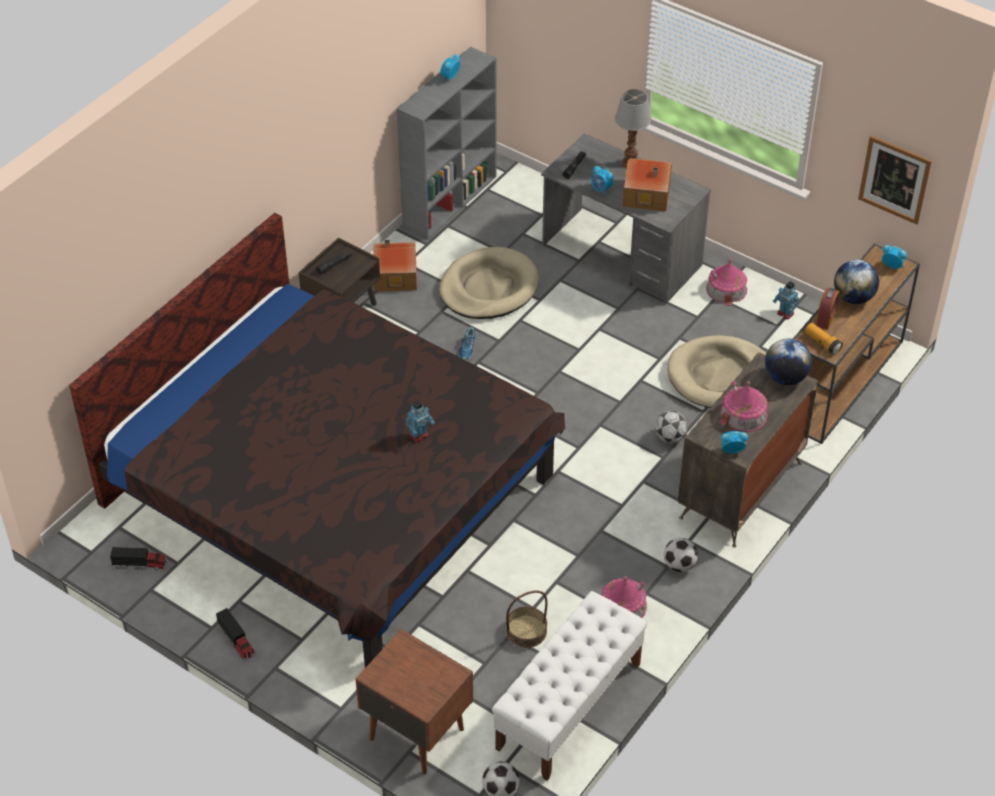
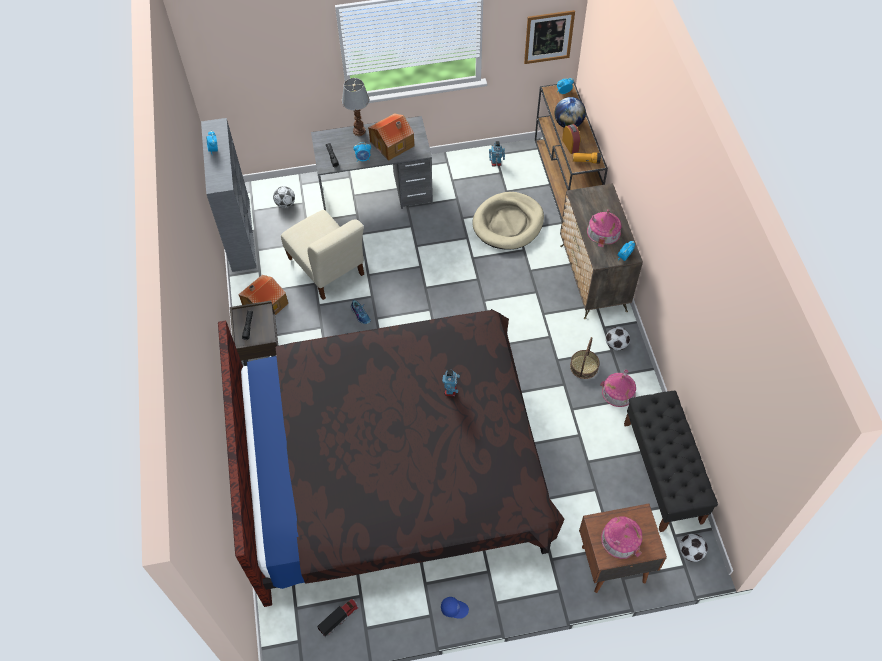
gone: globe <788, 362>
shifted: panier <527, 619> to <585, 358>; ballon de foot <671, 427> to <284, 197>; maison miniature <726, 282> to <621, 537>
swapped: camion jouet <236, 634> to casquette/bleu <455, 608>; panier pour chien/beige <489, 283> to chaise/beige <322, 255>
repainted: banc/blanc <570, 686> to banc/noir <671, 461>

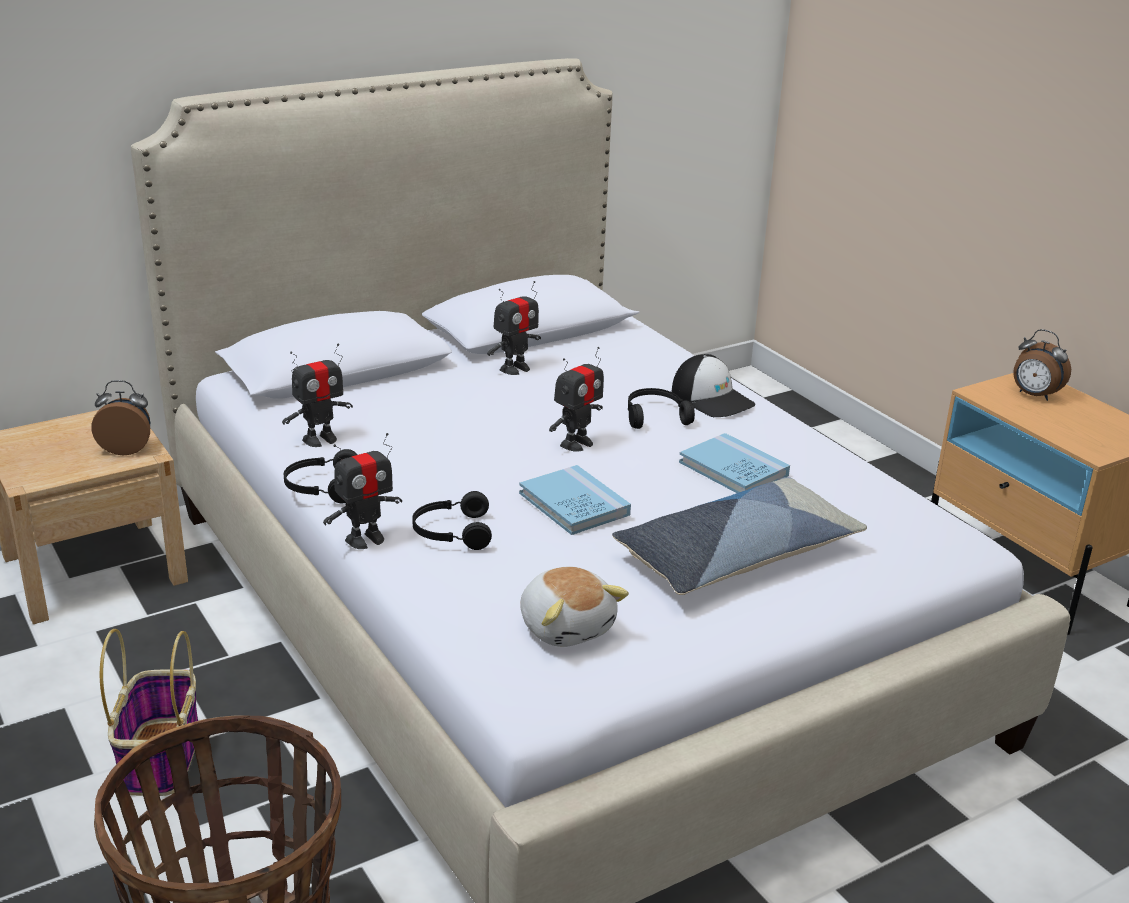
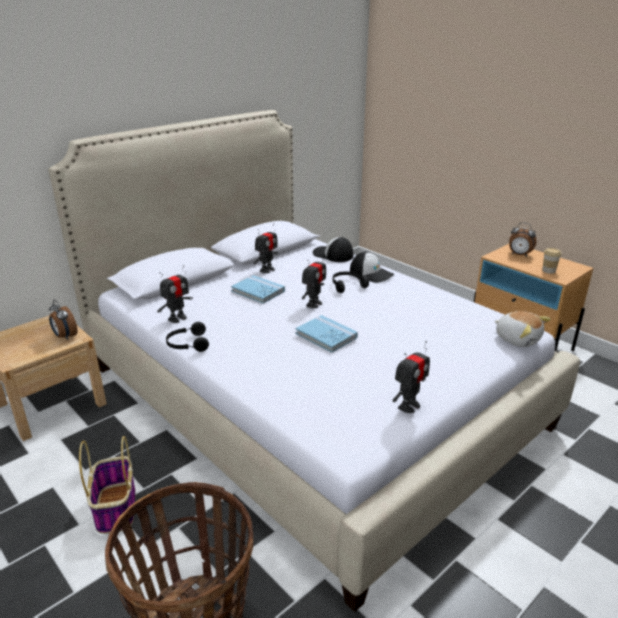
gone: casque audio/noir <452, 520>; coussin <739, 536>
new: casquette <333, 249>; tasse <552, 261>
shifted: robot jouet <362, 491> to <411, 377>; peluche <574, 607> to <523, 329>; livre/bleu <734, 463> to <258, 289>
rotated: réveil <120, 417> = <63, 320> 120 degrees counterclockwise

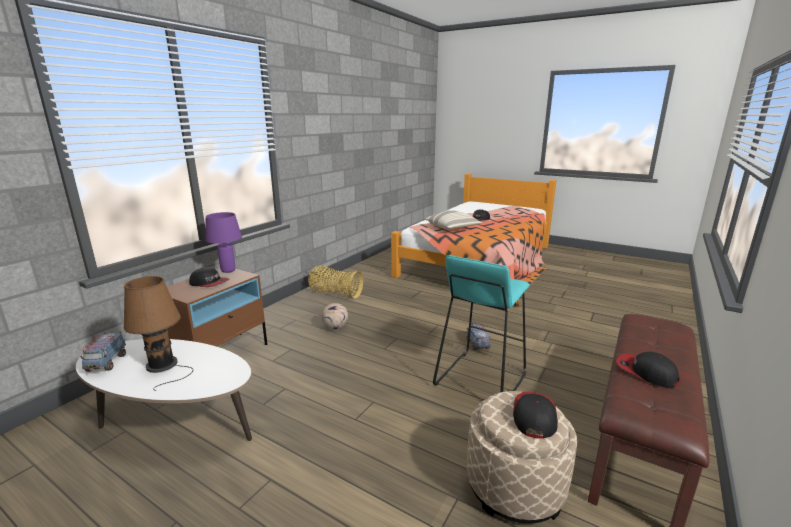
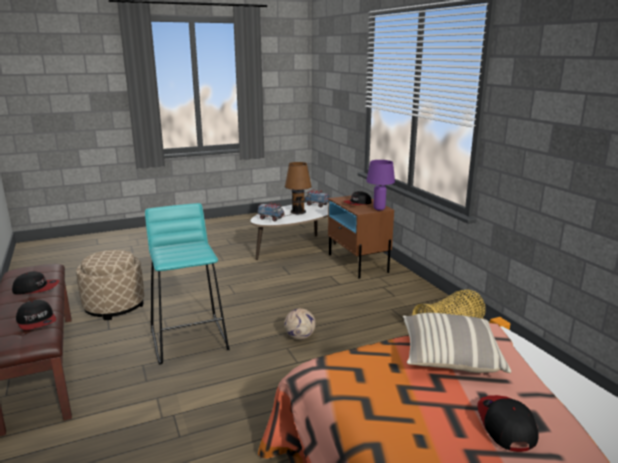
shifted: ballon de foot <335, 316> to <300, 324>; camion jouet <478, 336> to <271, 212>; casquette <535, 415> to <36, 315>

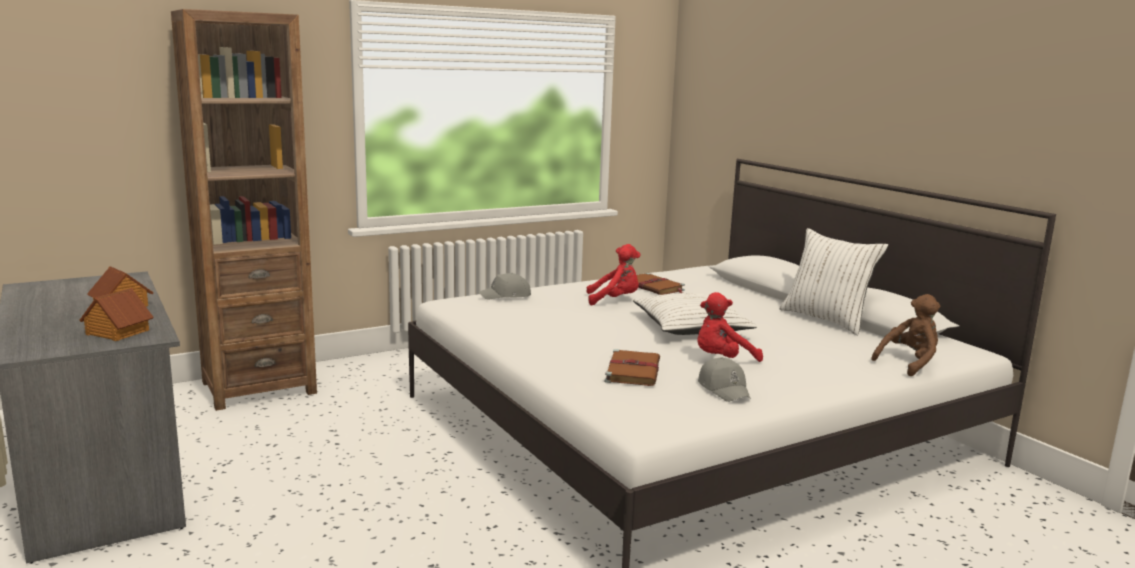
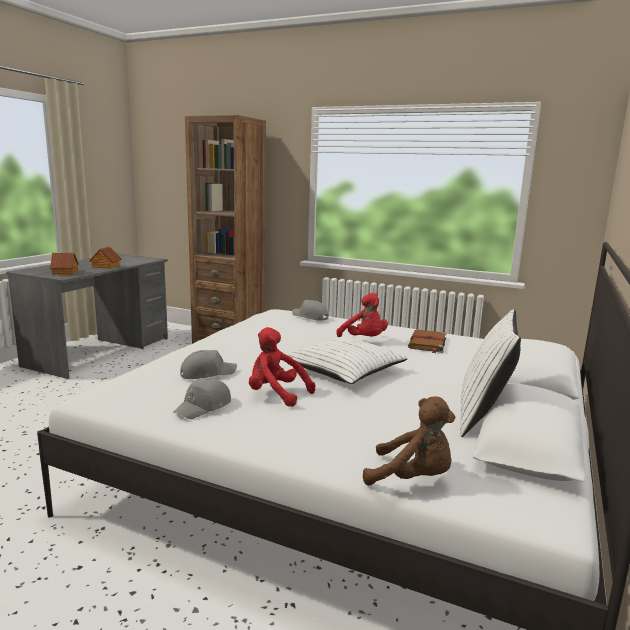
swapped: livre/marron <632, 367> to casquette/gris <208, 364>

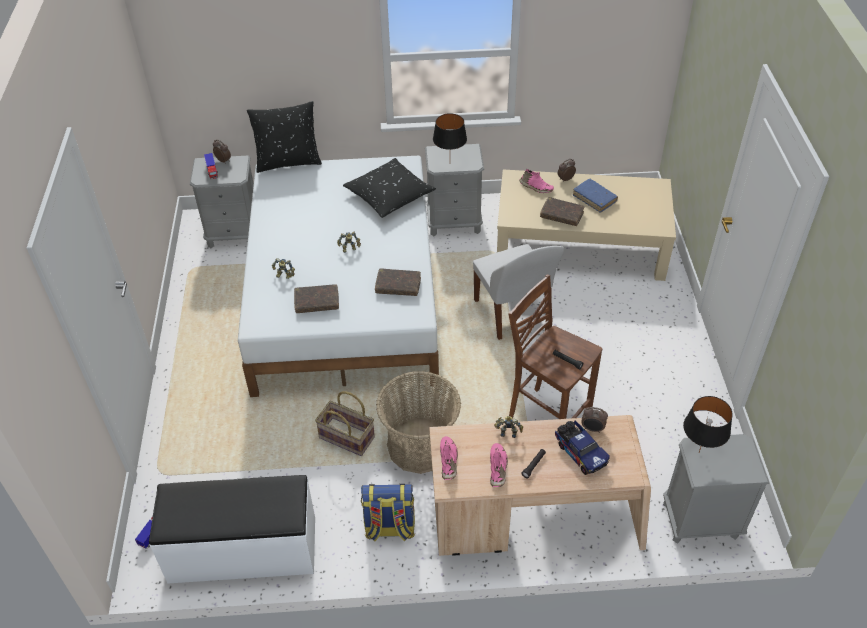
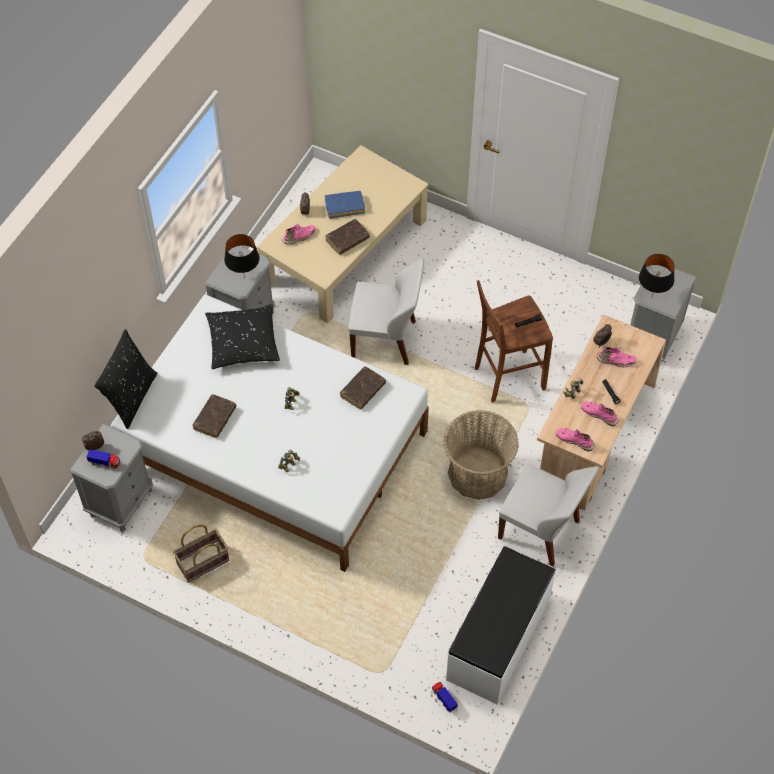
shifted: livre/marron <316, 298> to <214, 416>; panier <345, 423> to <201, 553>
swapped: sac à dos <388, 513> to chaise/blanc <548, 515>; camion jouet <582, 448> to chaussure/rose <617, 357>

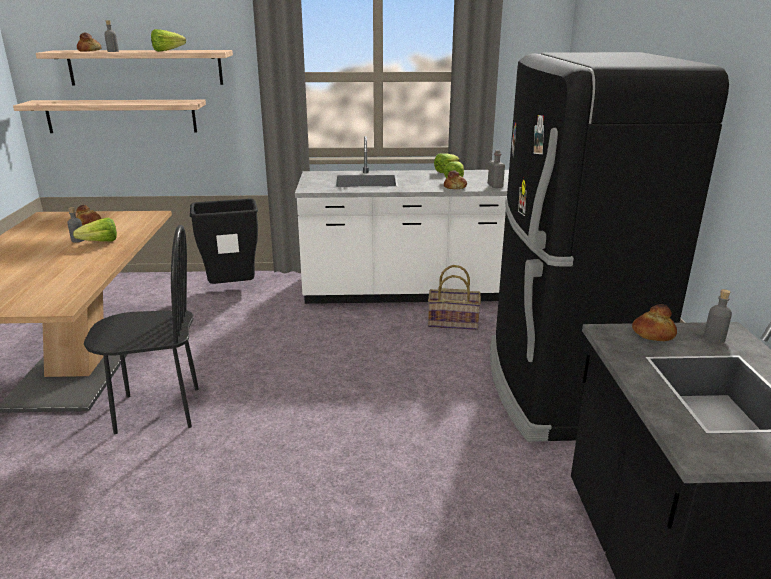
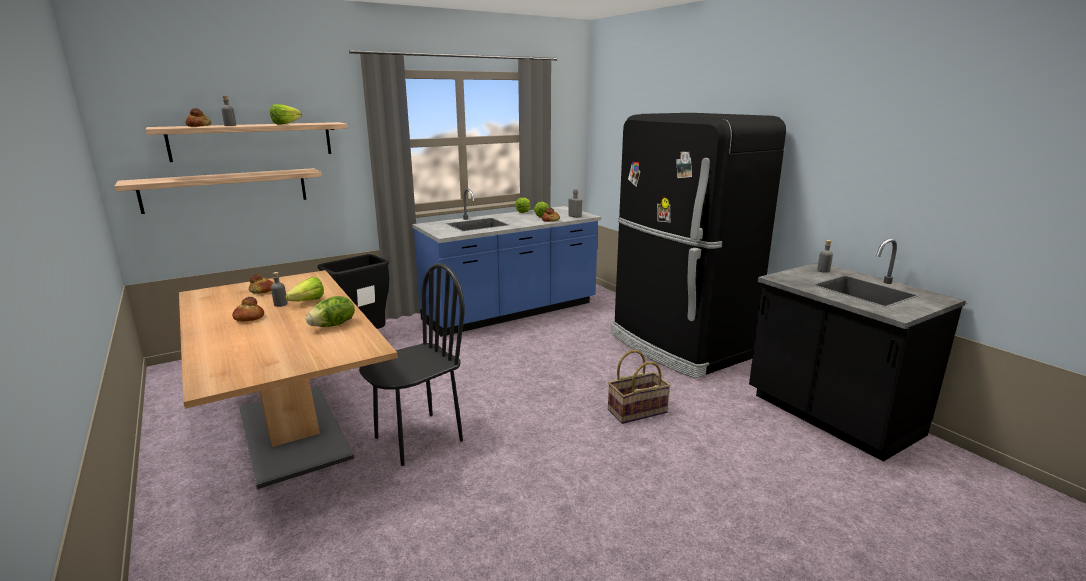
new: laitue <330, 311>
shifted: panier <454, 297> to <639, 387>; pain <654, 322> to <248, 309>
repainted: comptoir de cuisine/blanc <402, 220> to comptoir de cuisine/bleu <506, 262>

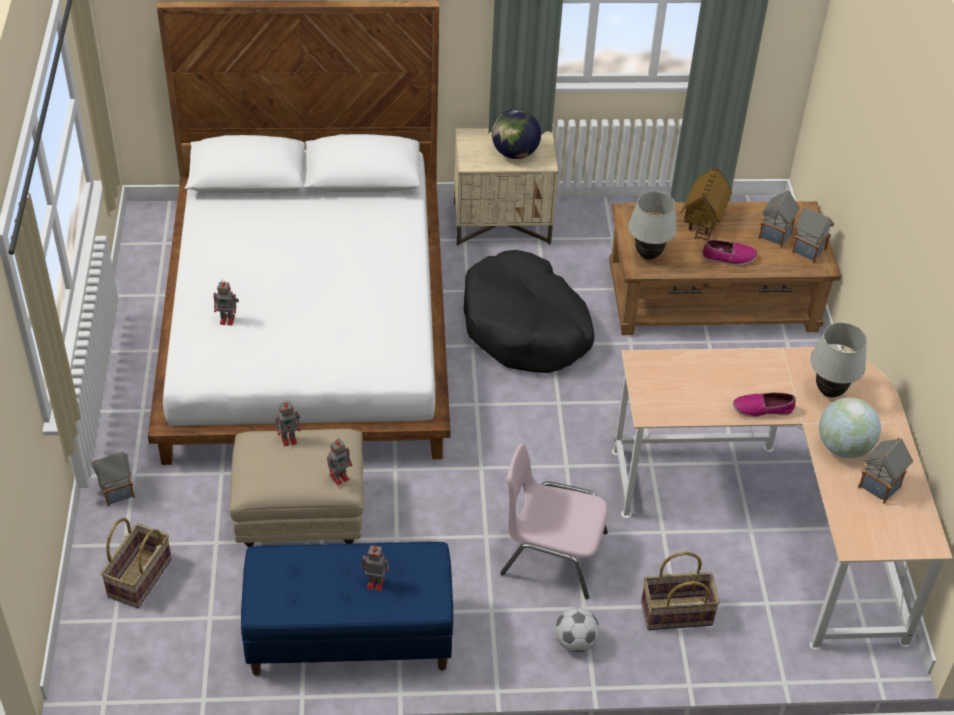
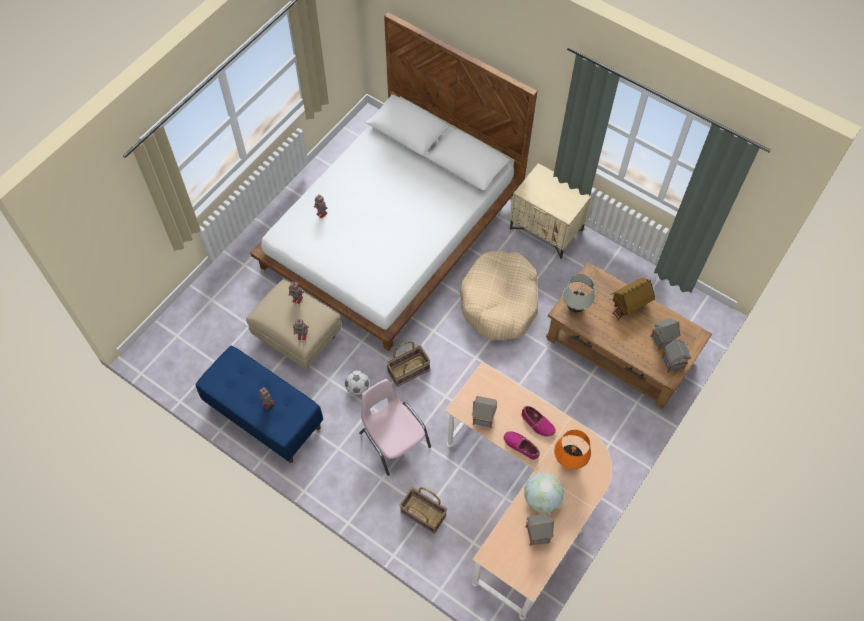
gone: globe <516, 134>
shifted: maison miniature <113, 478> to <484, 412>; panier <136, 563> to <408, 364>; ballon de foot <577, 629> to <357, 383>; chaussure <730, 253> to <538, 421>
repainted: panier pour chien/noir <529, 311> to panier pour chien/beige <499, 295>; lampe de table/blanc <838, 359> to lampe de table/orange <572, 449>

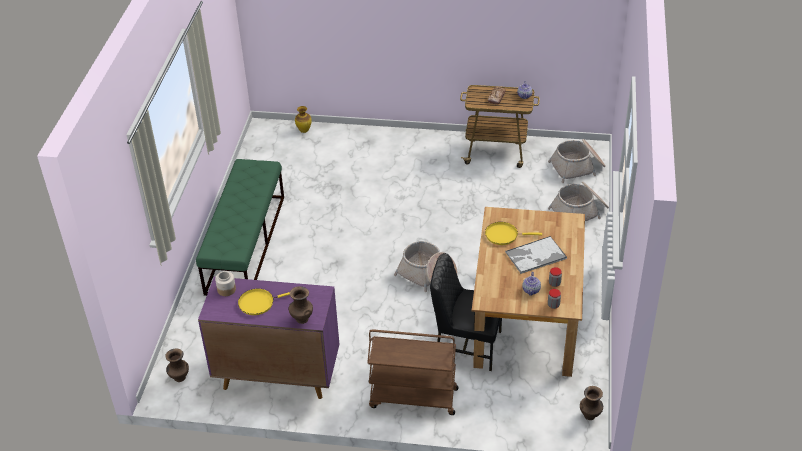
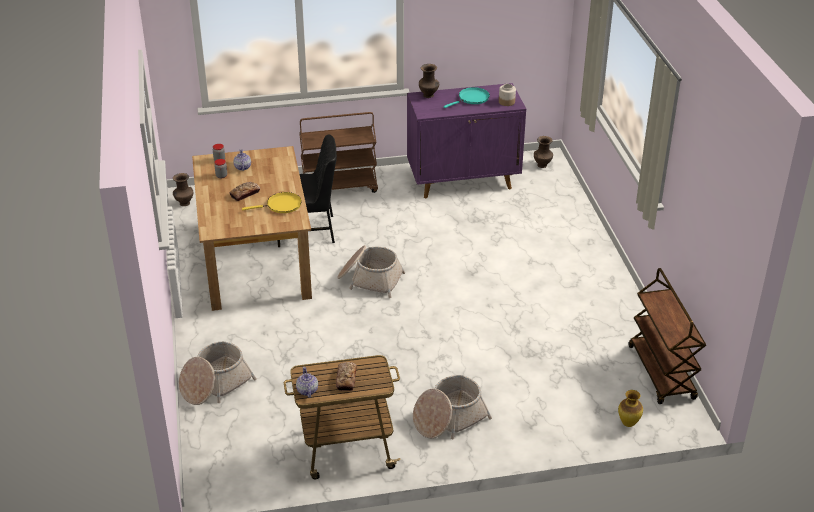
gone: banc/vert <240, 227>
new: chariot/marron <667, 336>
shifted: panier <577, 161> to <452, 407>
swapped: plateau <536, 255> to pain <245, 191>
repainted: poêle/jaune <264, 302> to poêle/turquoise <466, 97>

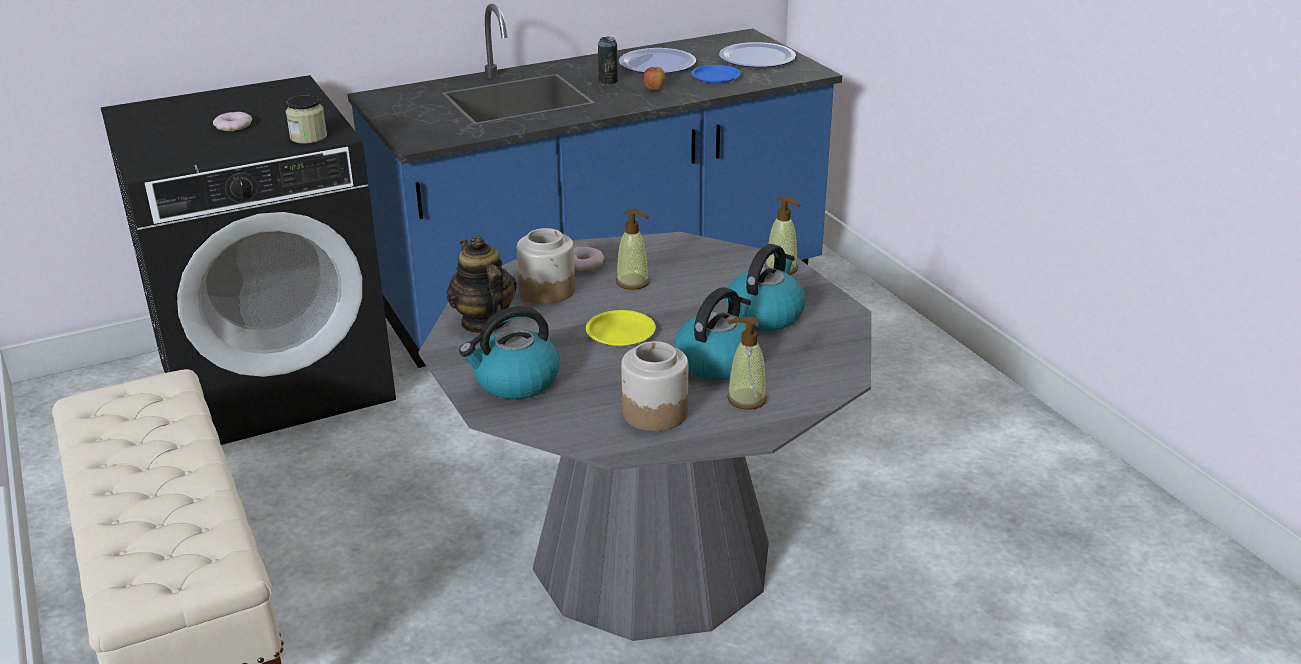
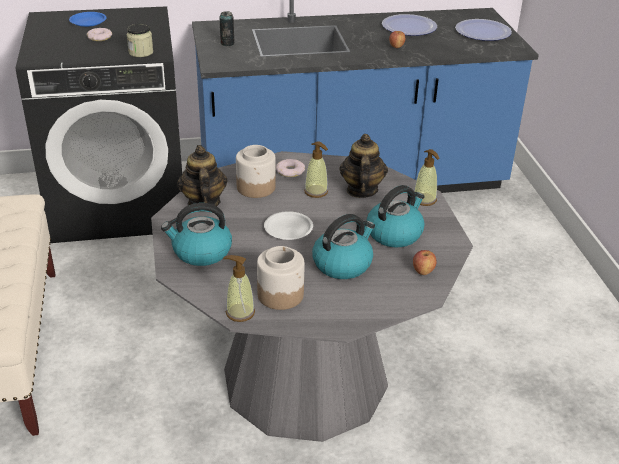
new: théière <364, 166>; pomme <425, 262>
shifted: boîte métallique <608, 60> to <226, 28>; assiette/bleu <716, 74> to <88, 19>; distributeur de savon <747, 363> to <239, 288>
repainted: assiette/jaune <621, 328> to assiette/blanc <288, 225>

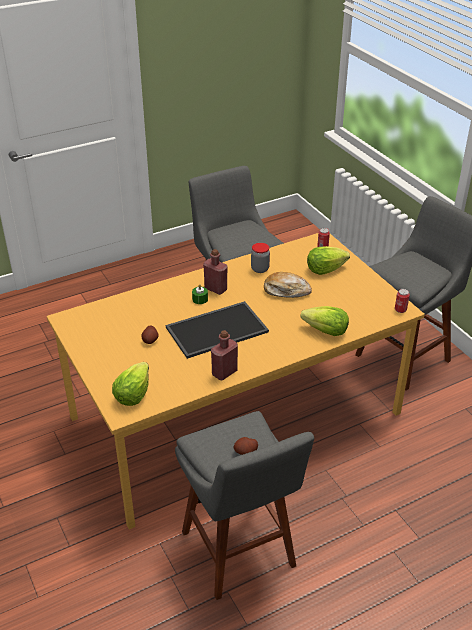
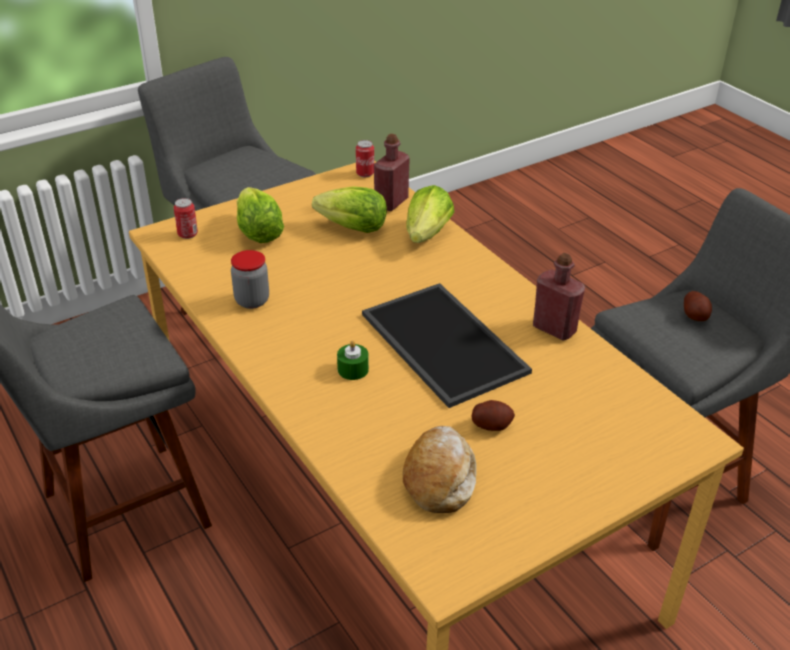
shifted: laitue <130, 384> to <349, 209>; bouteille/rouge <215, 272> to <392, 172>; pain <288, 285> to <439, 469>

